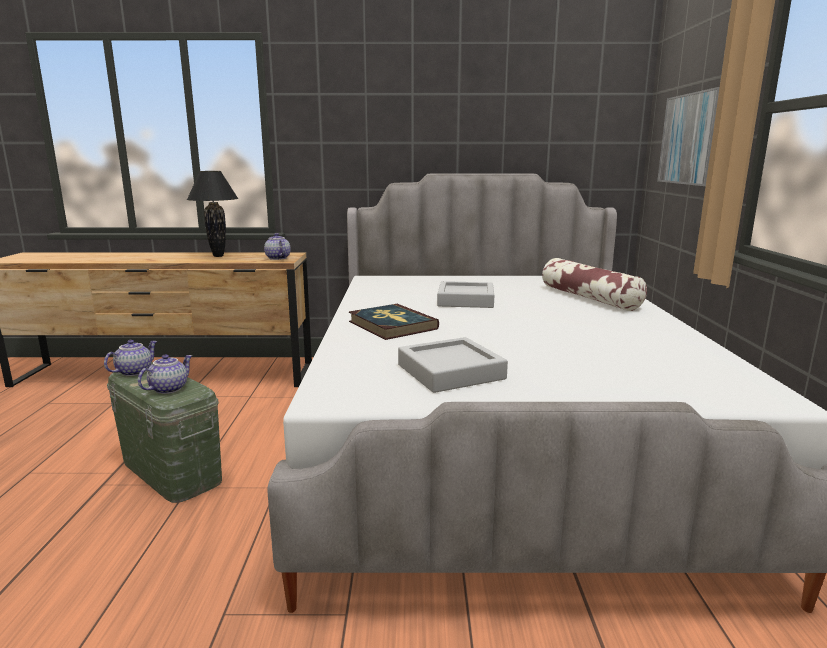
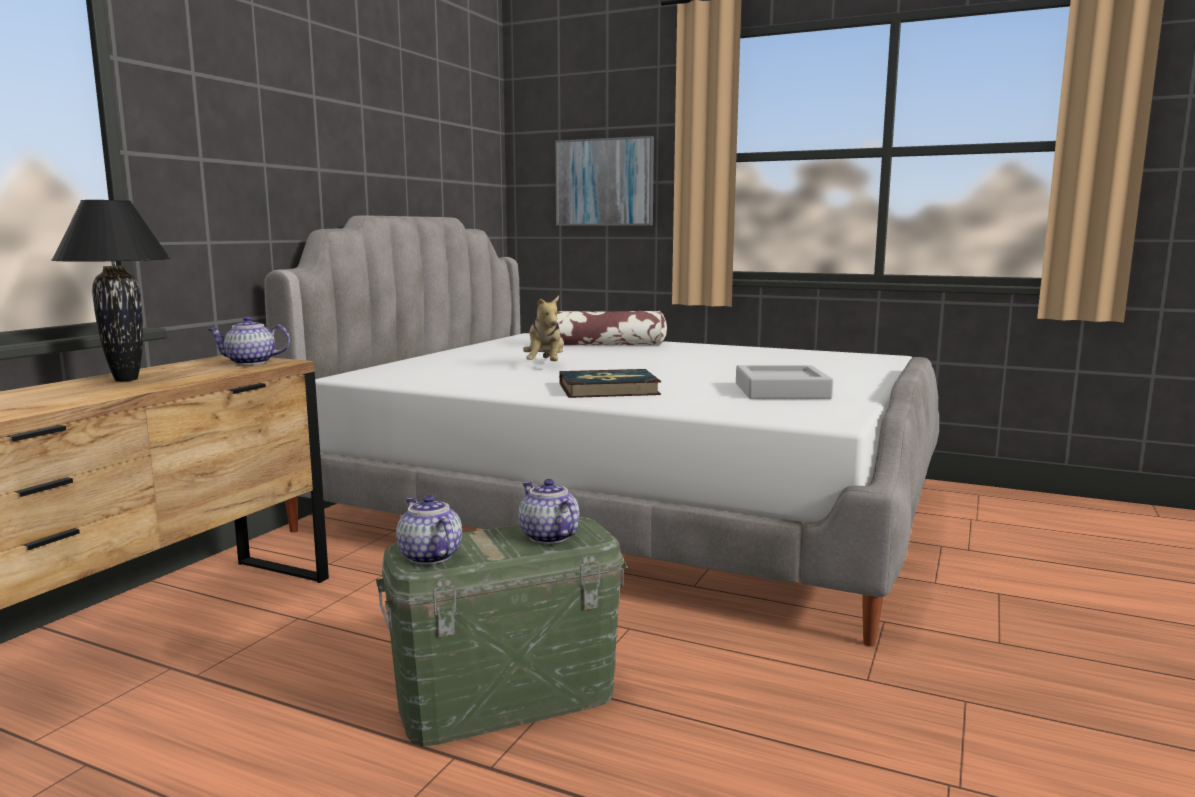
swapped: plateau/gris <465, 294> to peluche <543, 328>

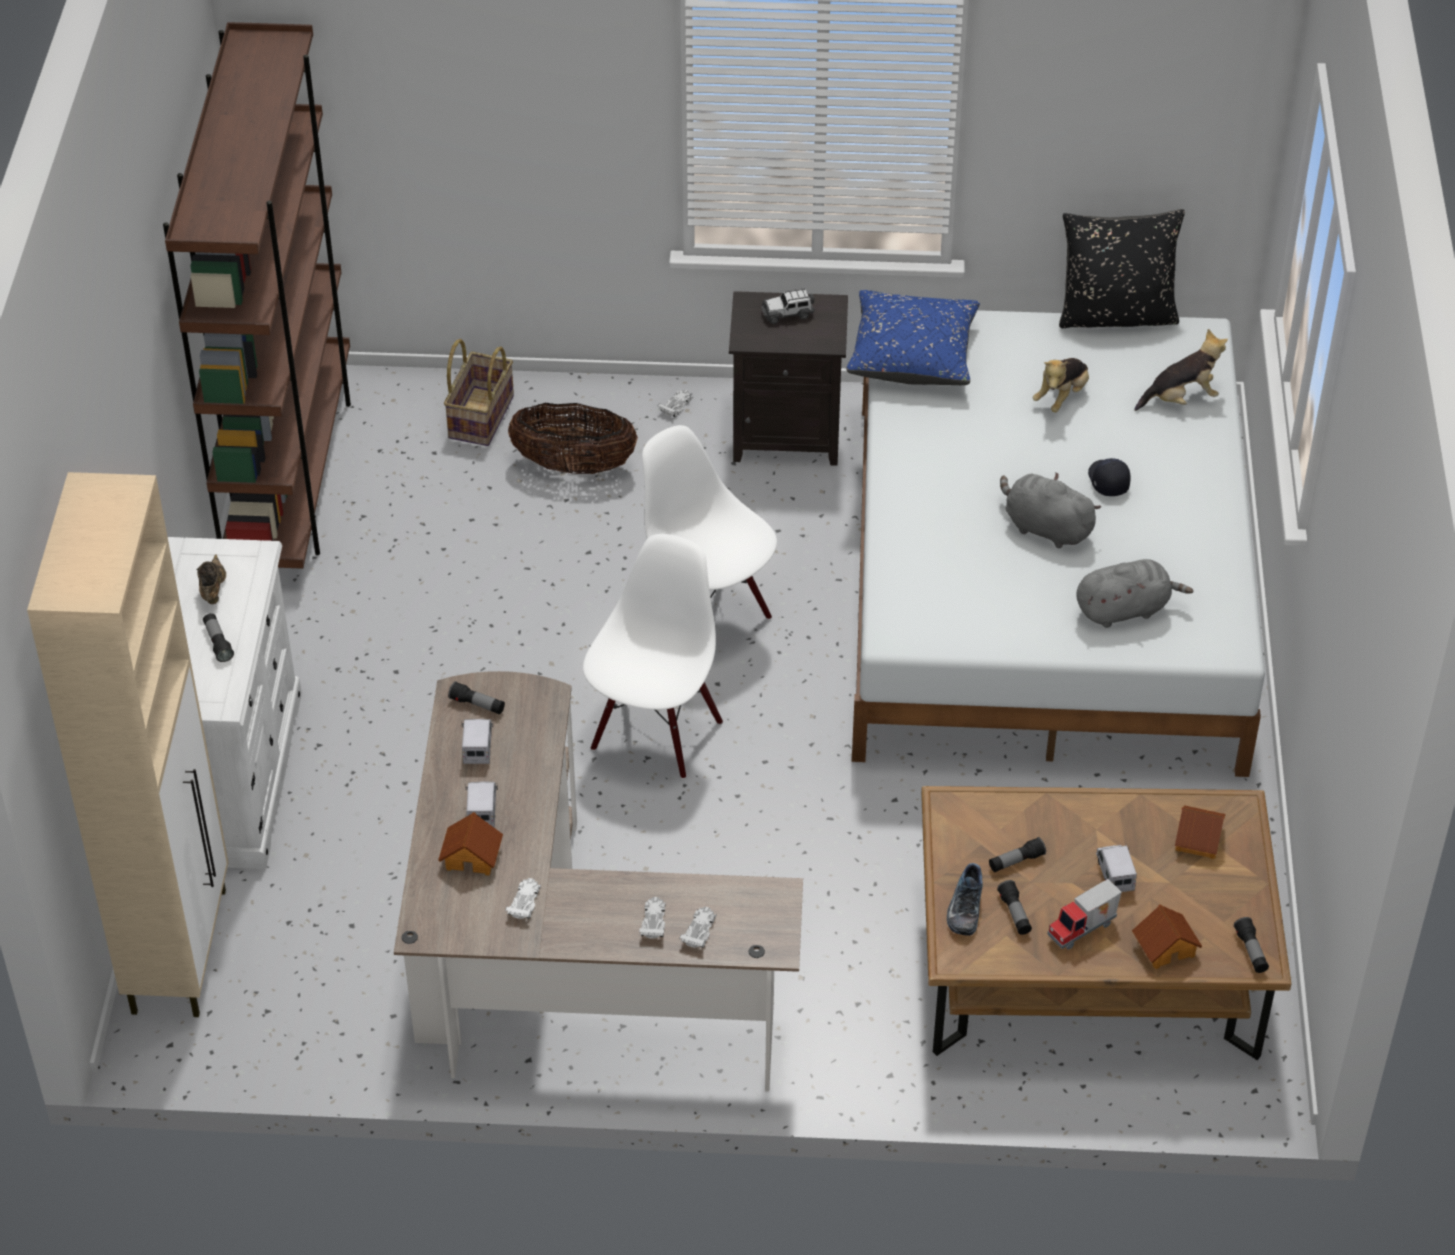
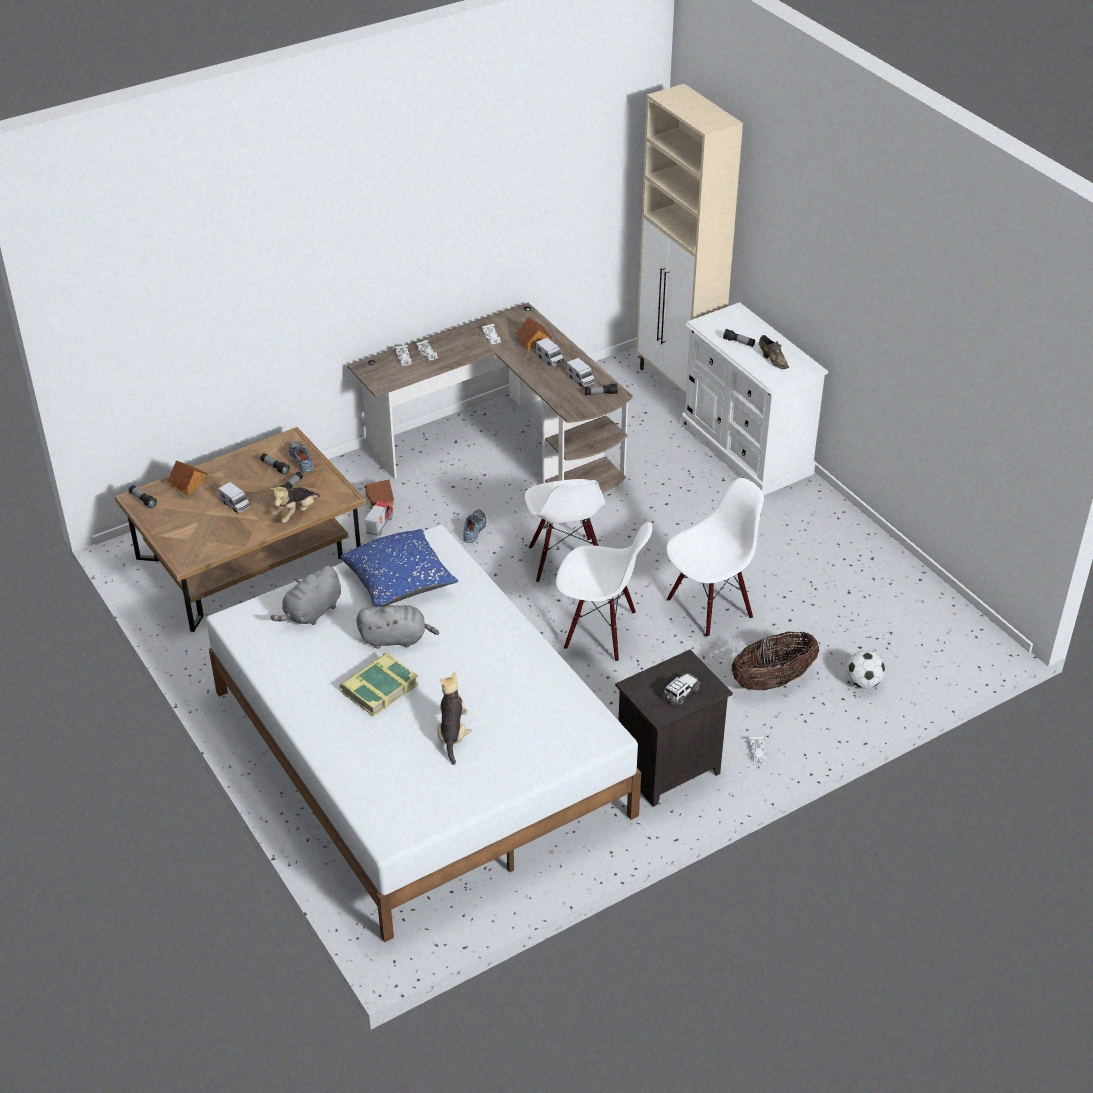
gone: bibliothèque/marron <257, 295>; coussin/noir <1122, 268>
new: chaussure <474, 526>; chaise/blanc <715, 557>
shifted: coussin/bleu <913, 337> to <399, 568>; camion jouet <1085, 914> to <379, 518>; peluche <1181, 370> to <295, 505>; maison miniature <1200, 832> to <379, 494>
swapped: panier <479, 392> to ballon de foot <865, 669>; casquette/noir <1109, 477> to livre <379, 684>

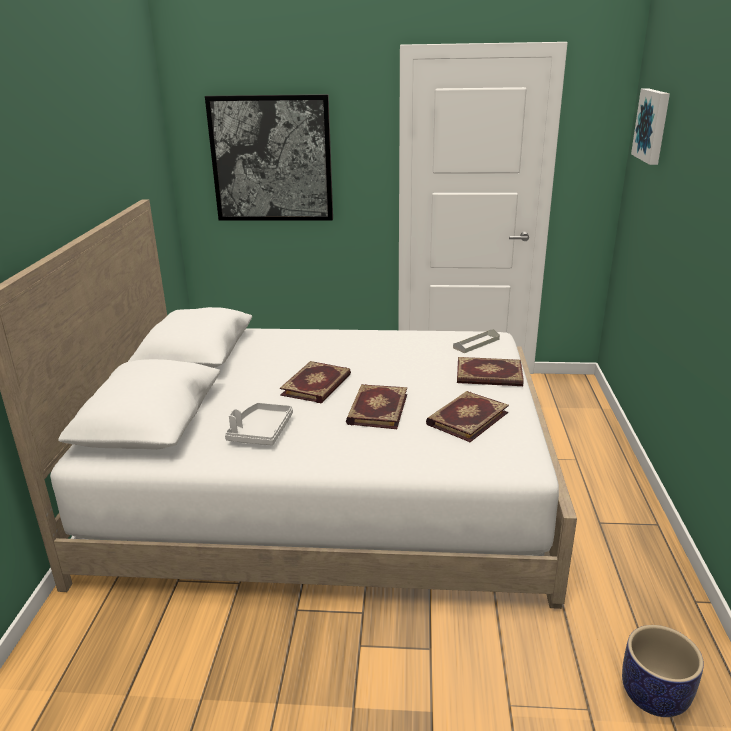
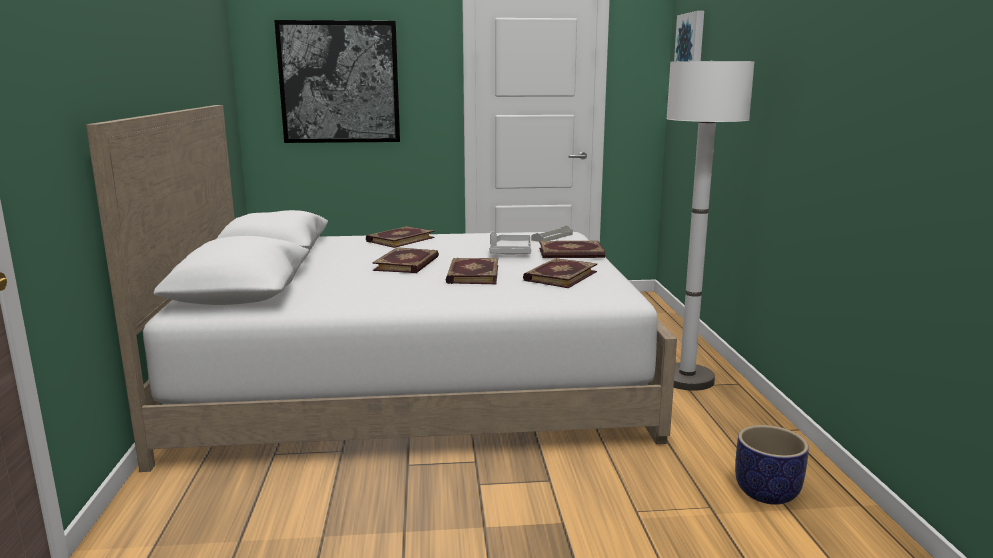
new: livre <400, 237>; lampadaire/blanc <710, 225>
shifted: plateau/gris <259, 424> to <510, 243>

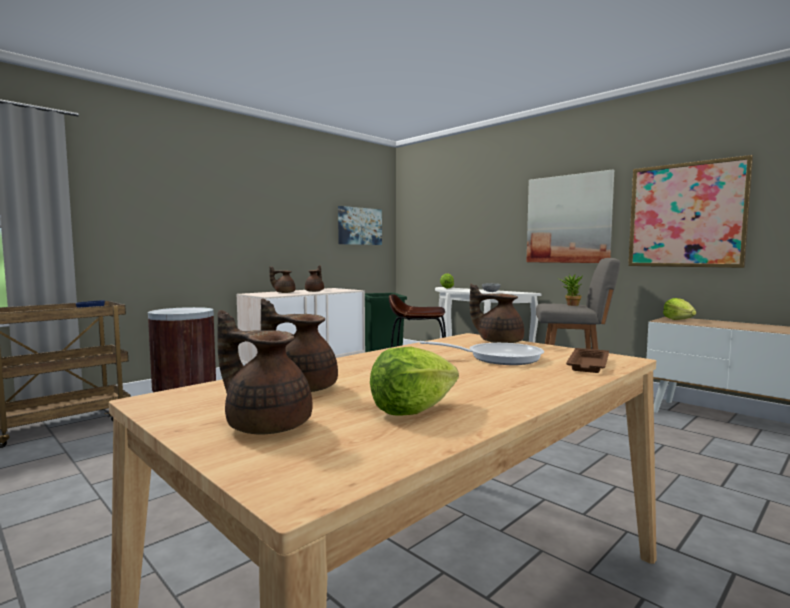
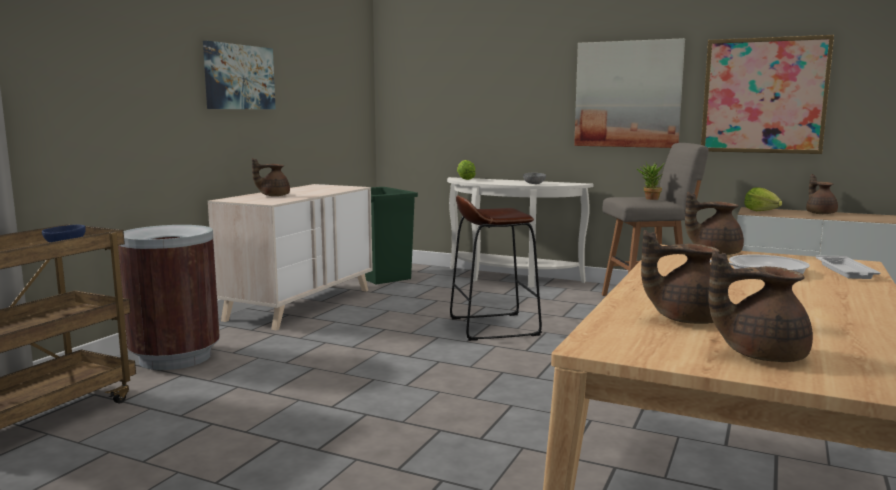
gone: laitue <414, 381>
shifted: théière/marron <314, 278> to <822, 194>; tableau <360, 225> to <239, 75>
repainted: plateau/marron <587, 360> to plateau/blanc <848, 267>

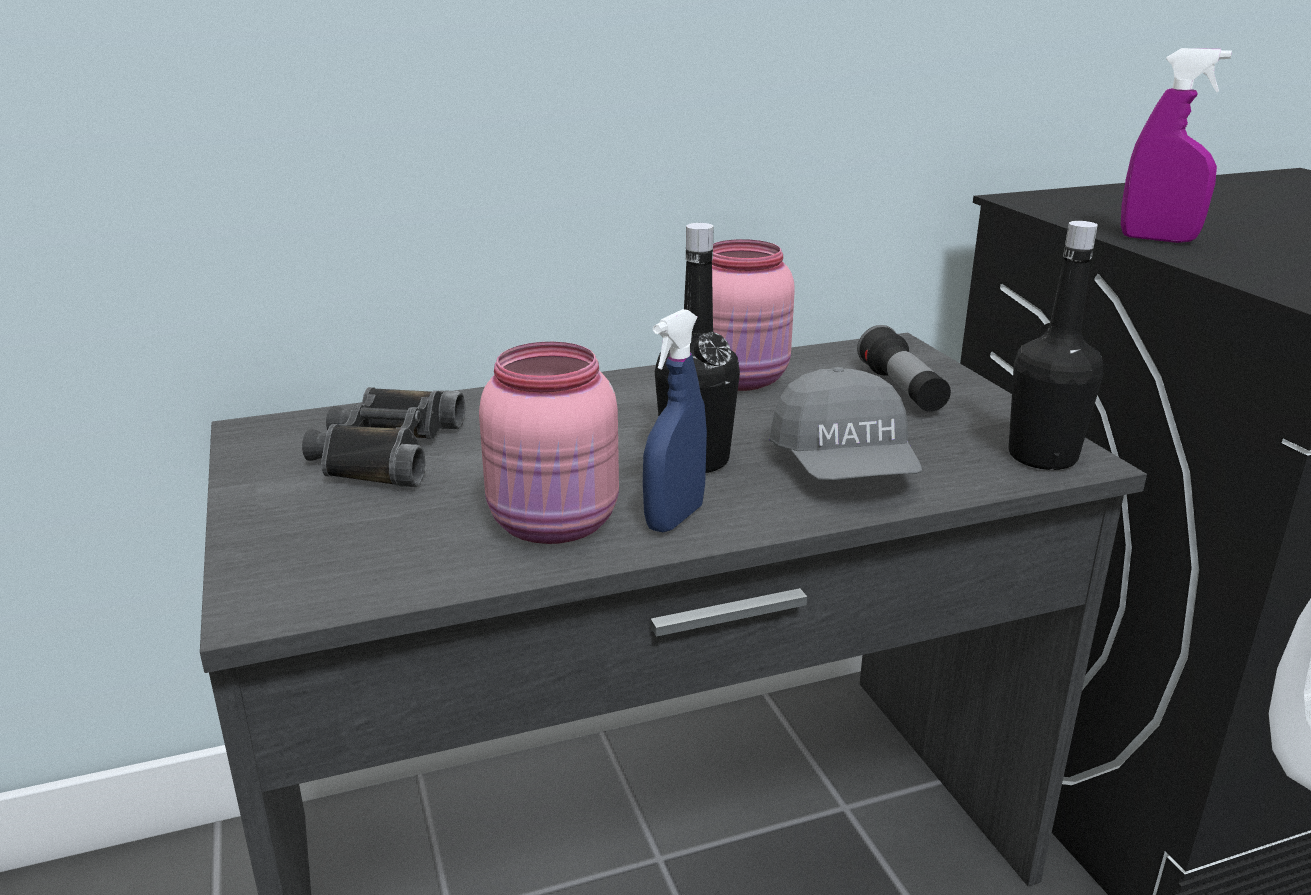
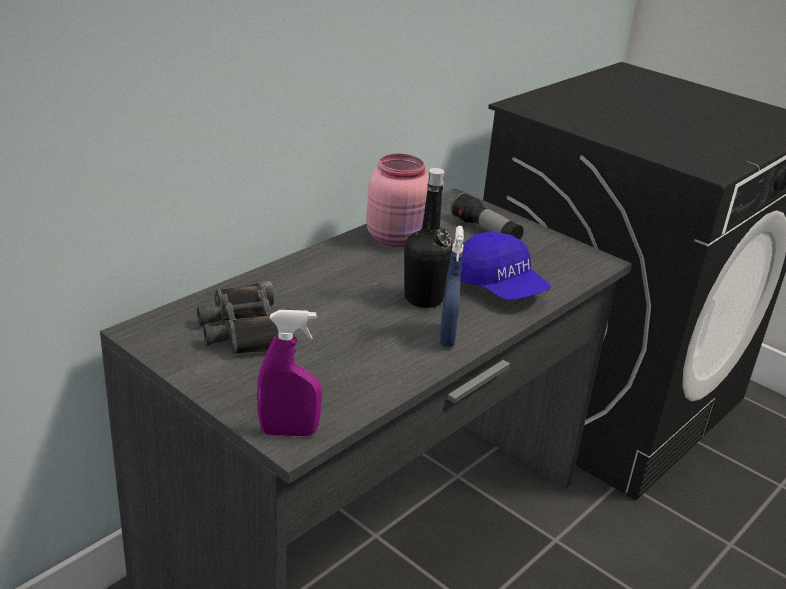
gone: bocal/rose <549, 443>; bouteille/noir <1056, 345>
shifted: vaporisateur/violet <1176, 145> to <289, 373>
repainted: casquette/gris <845, 423> to casquette/bleu <506, 266>

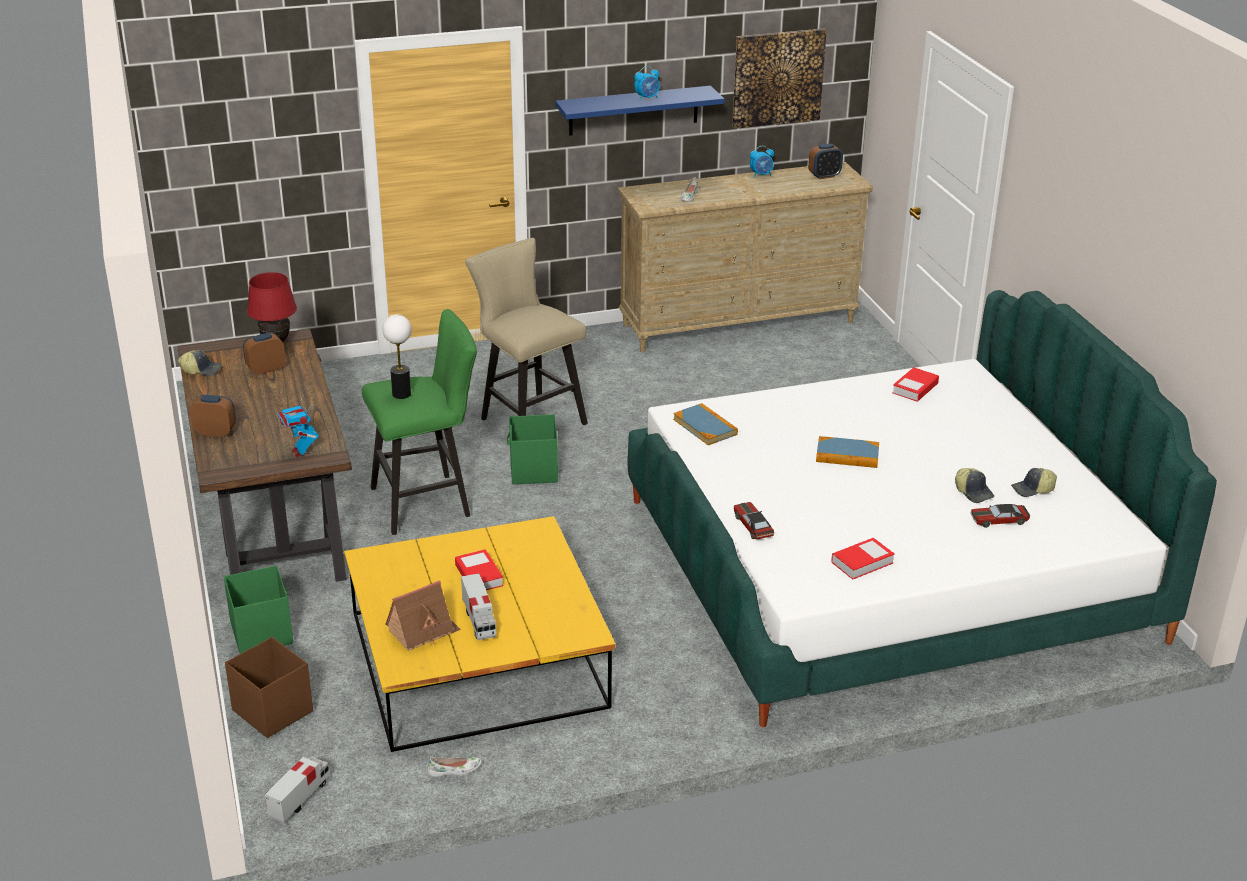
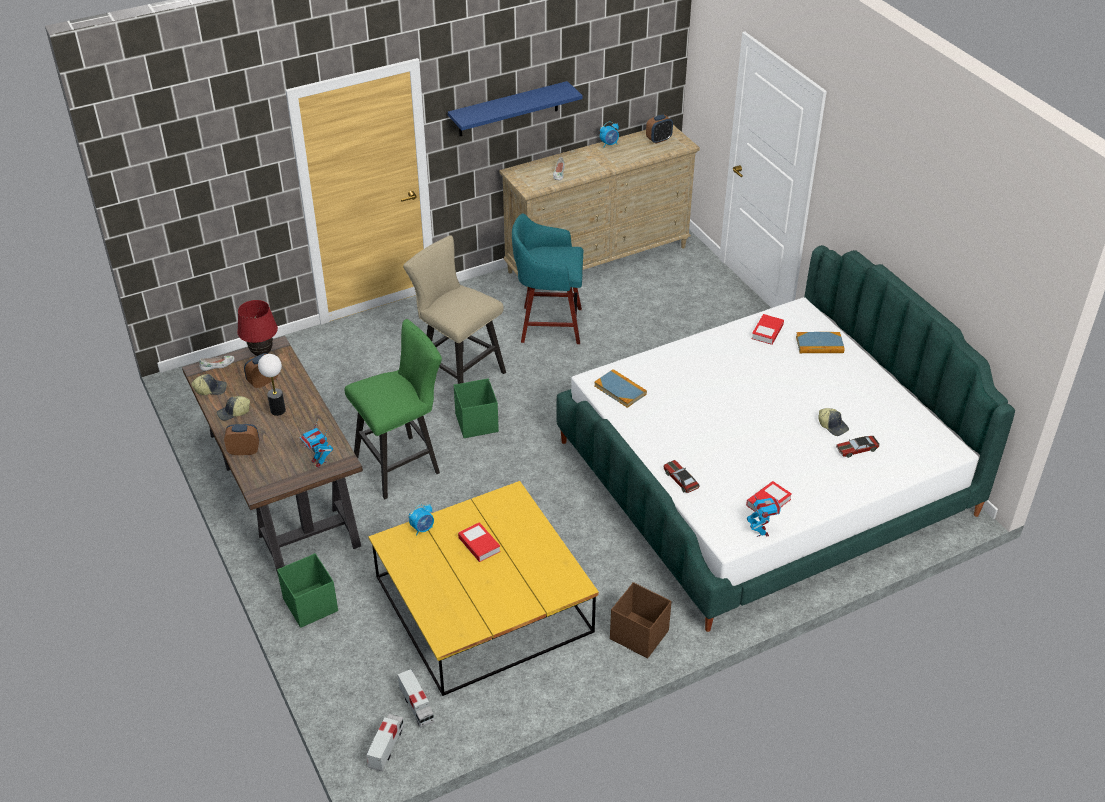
gone: maison miniature <423, 616>; tableau <779, 79>
new: tabouret/turquoise <547, 279>; robot jouet <764, 515>
shifted: boîte de rangement/marron <269, 687> to <641, 620>; lampe de table <396, 356> to <272, 385>; chaussure/blanc <455, 767> to <217, 363>; camion jouet <478, 606> to <416, 698>; réveil <647, 83> to <421, 520>; livre <847, 452> to <820, 342>; casquette <1034, 482> to <233, 408>

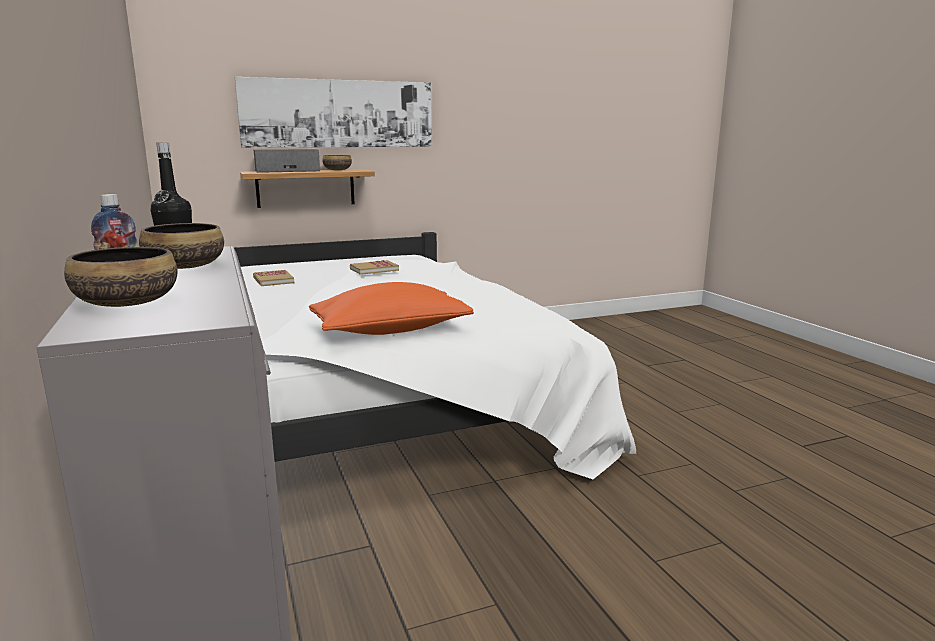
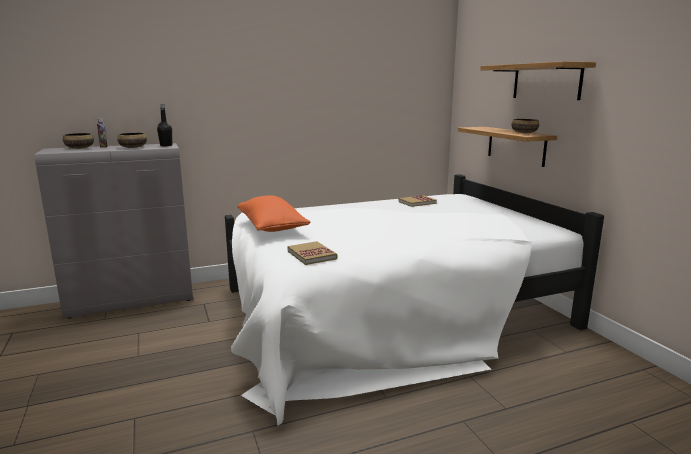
gone: enceinte <287, 161>
shifted: livre <374, 267> to <312, 253>
swapped: tableau <333, 112> to étagère <538, 80>

